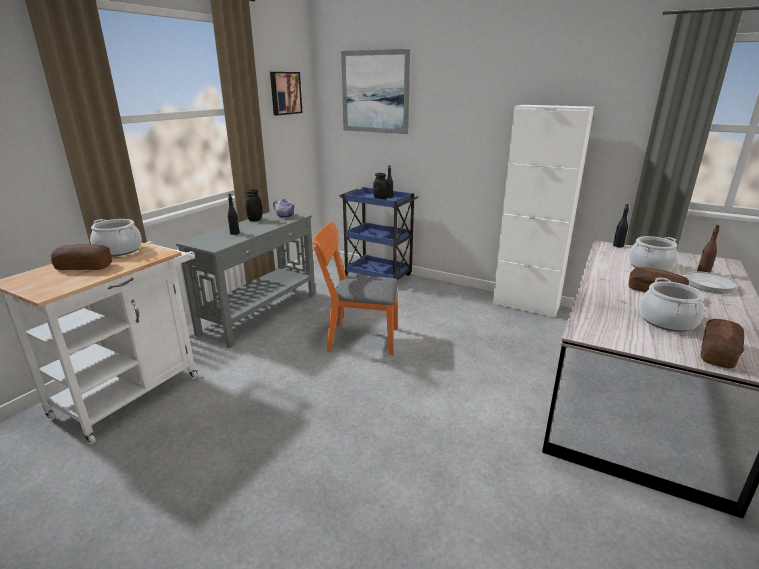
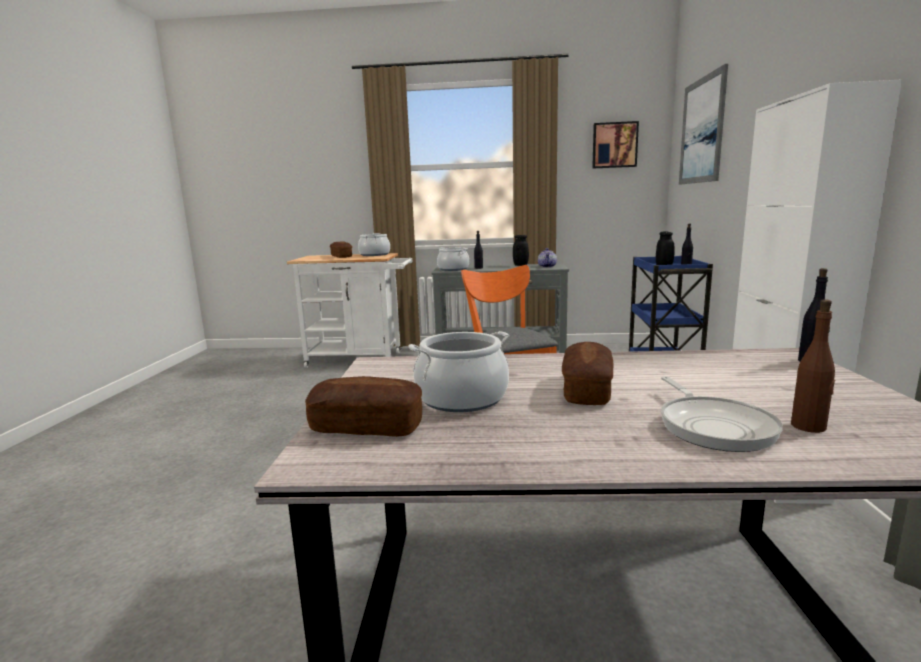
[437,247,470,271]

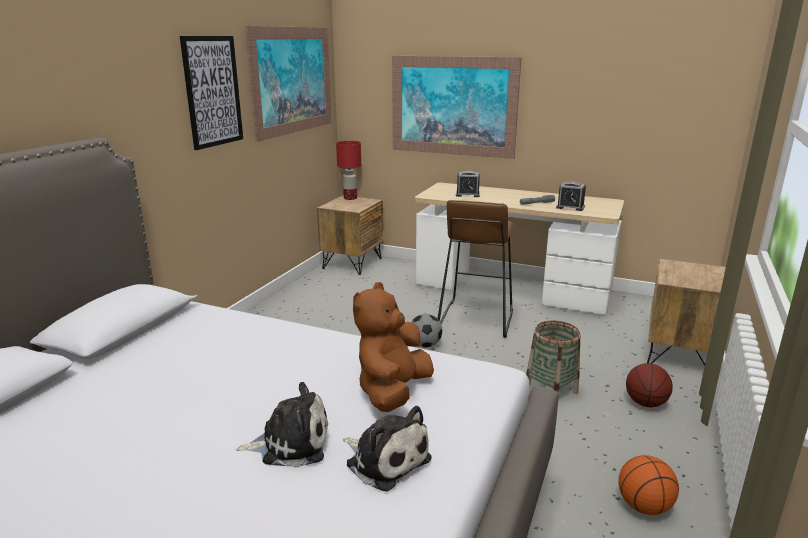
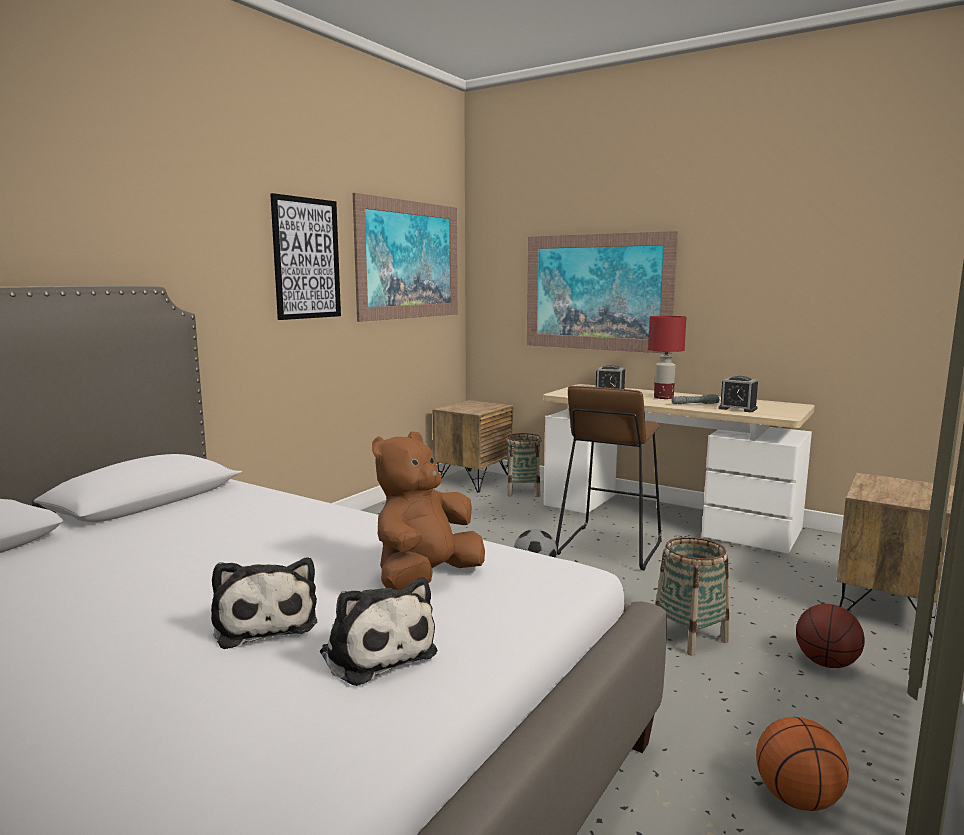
[506,433,542,497]
[648,316,686,399]
[211,558,318,649]

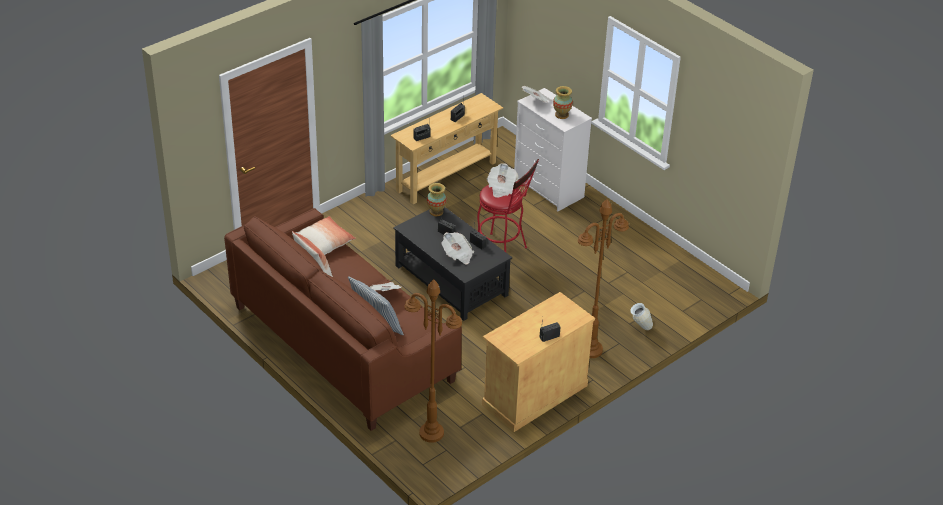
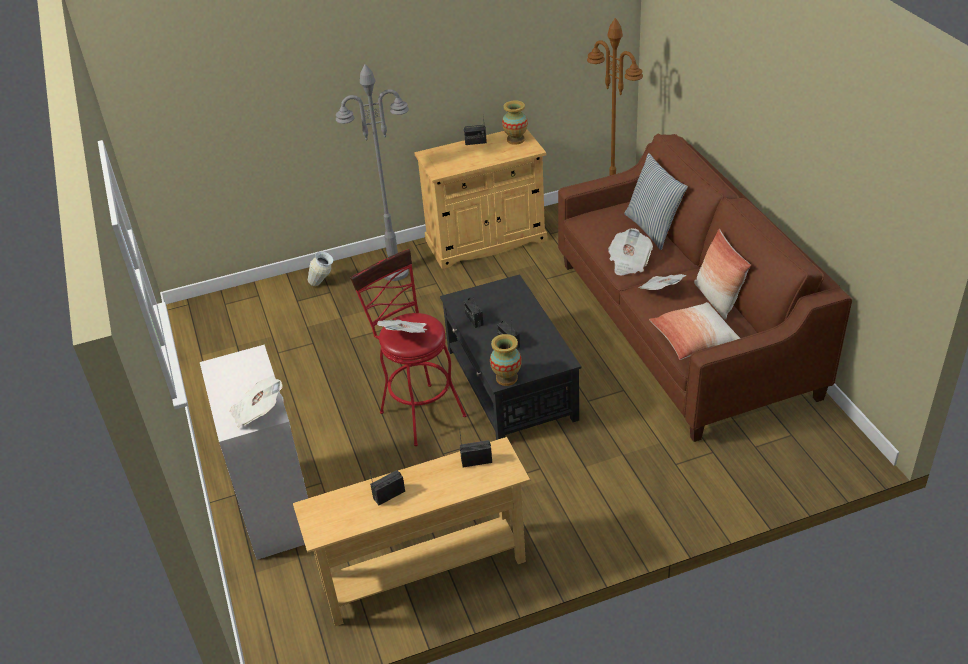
[638,274,687,290]
[502,100,528,145]
[336,64,409,281]

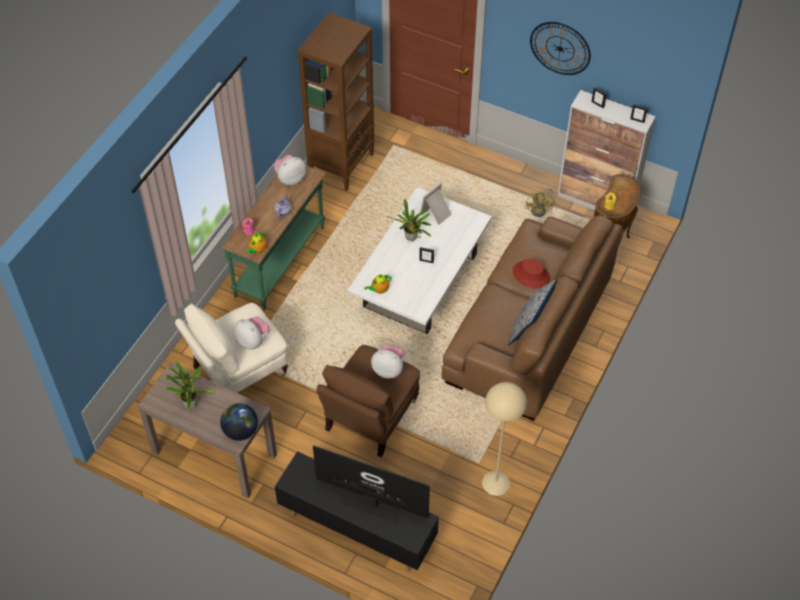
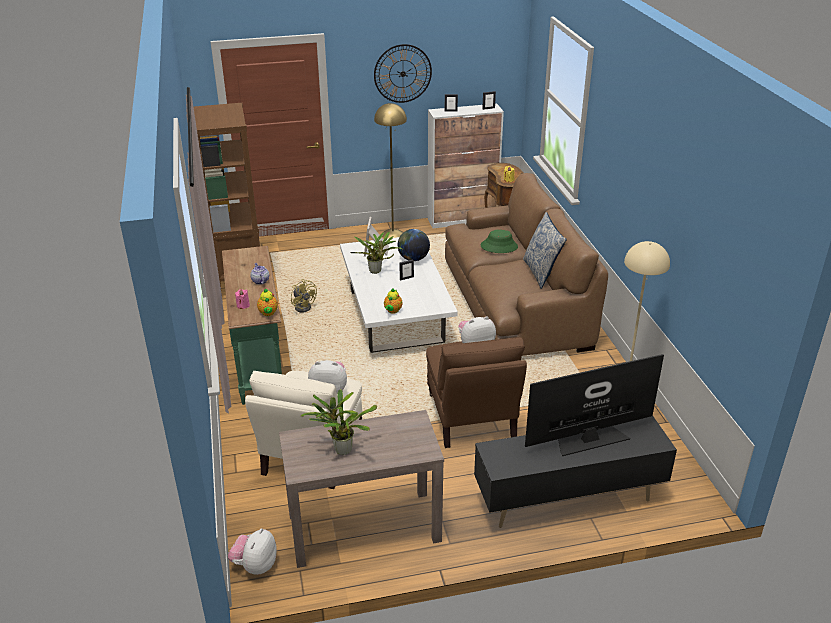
[374,103,407,239]
[398,229,430,261]
[228,528,277,575]
[291,279,317,313]
[481,229,518,253]

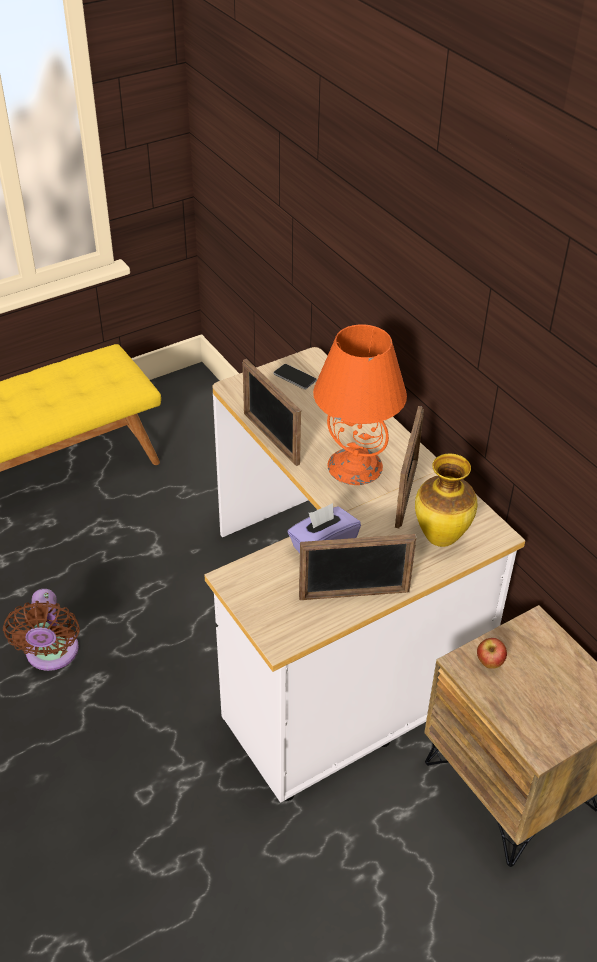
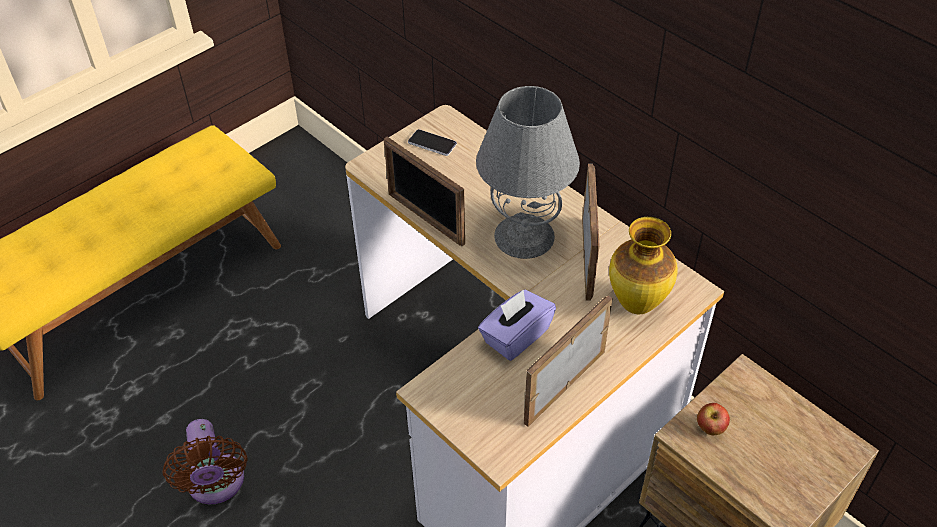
[476,86,580,259]
[524,296,613,427]

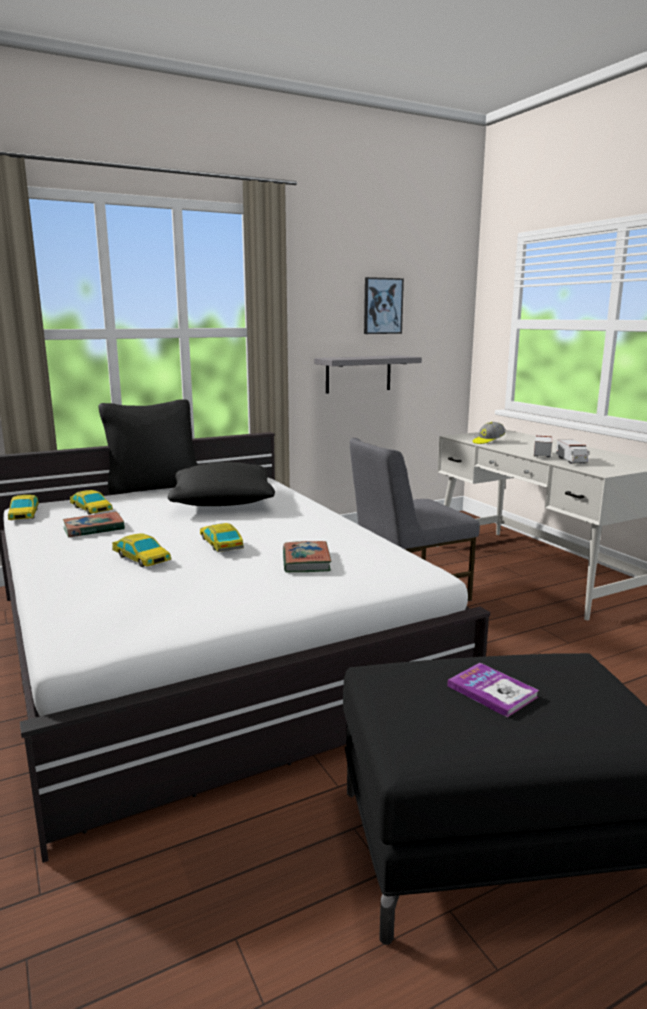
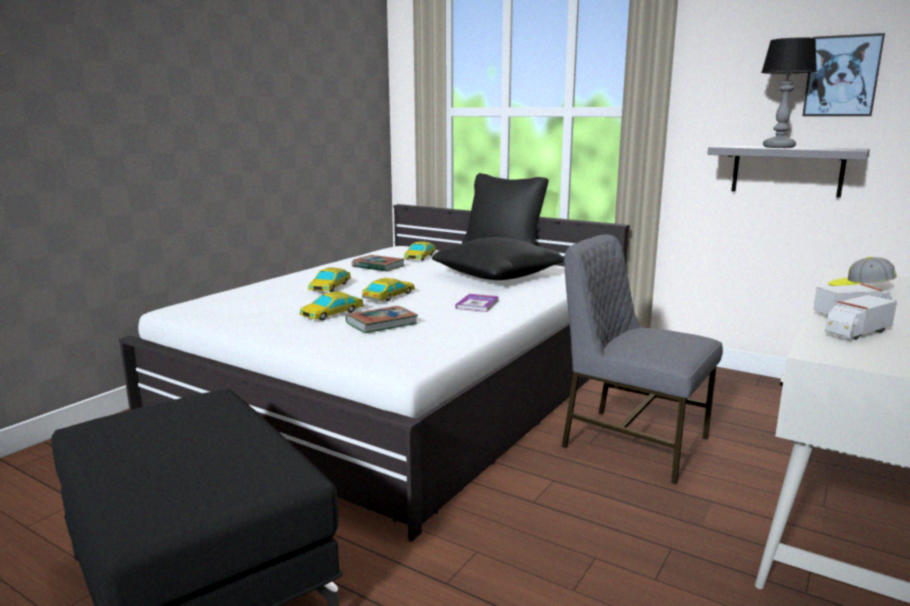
[761,37,817,148]
[300,291,364,321]
[455,294,499,312]

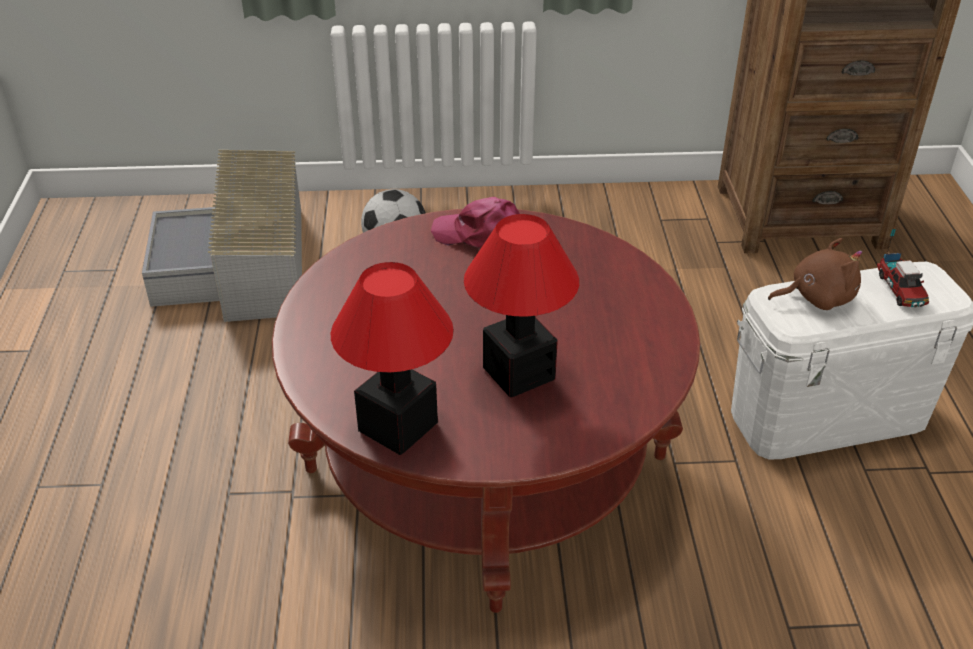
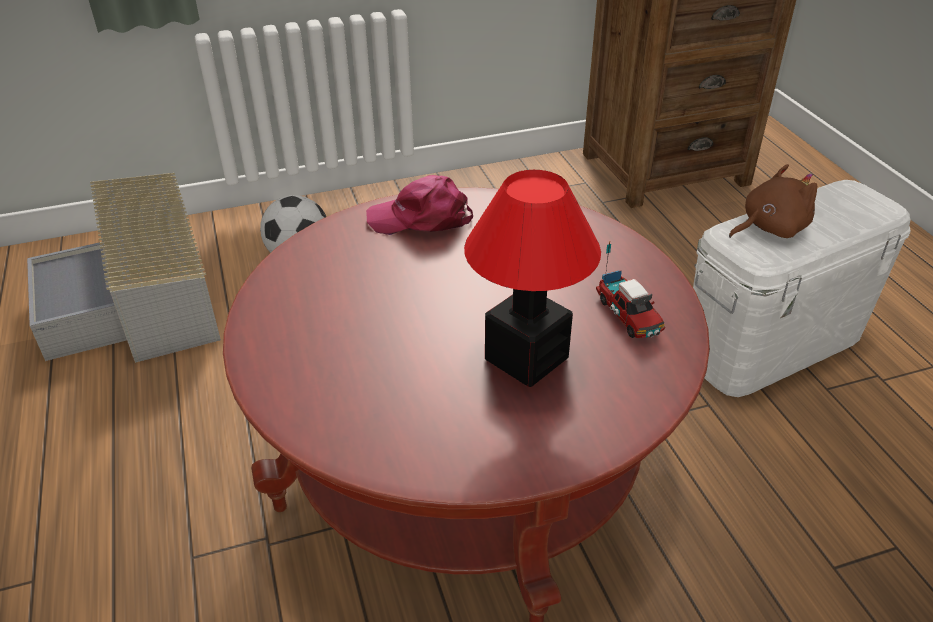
[331,262,454,455] (first image)
[596,241,665,338]

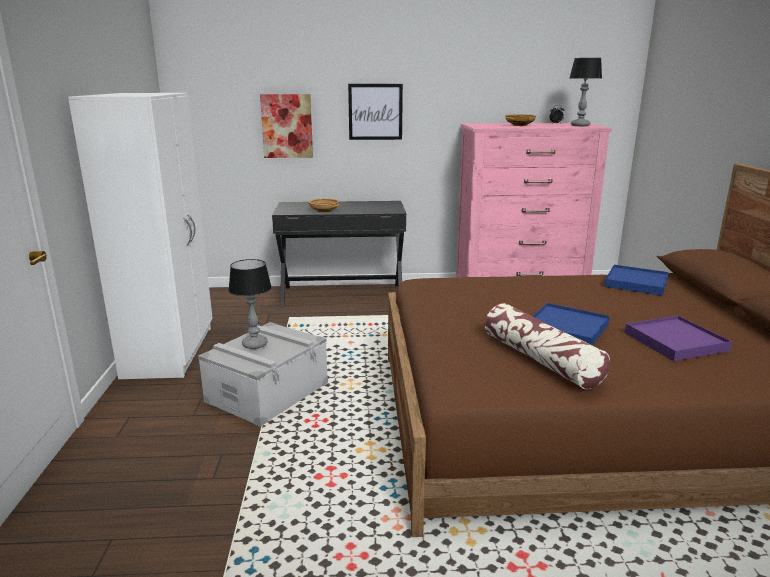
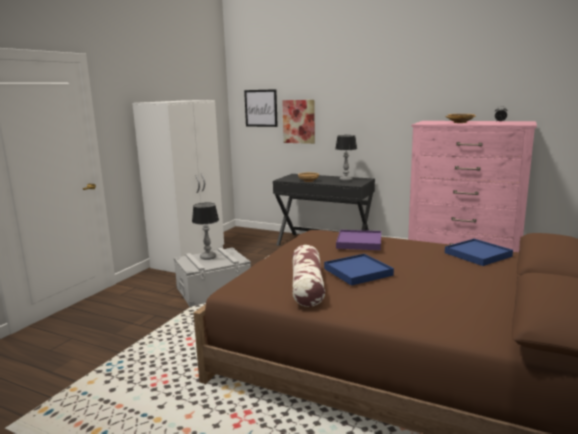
[244,89,278,127]
[335,135,357,181]
[336,230,381,250]

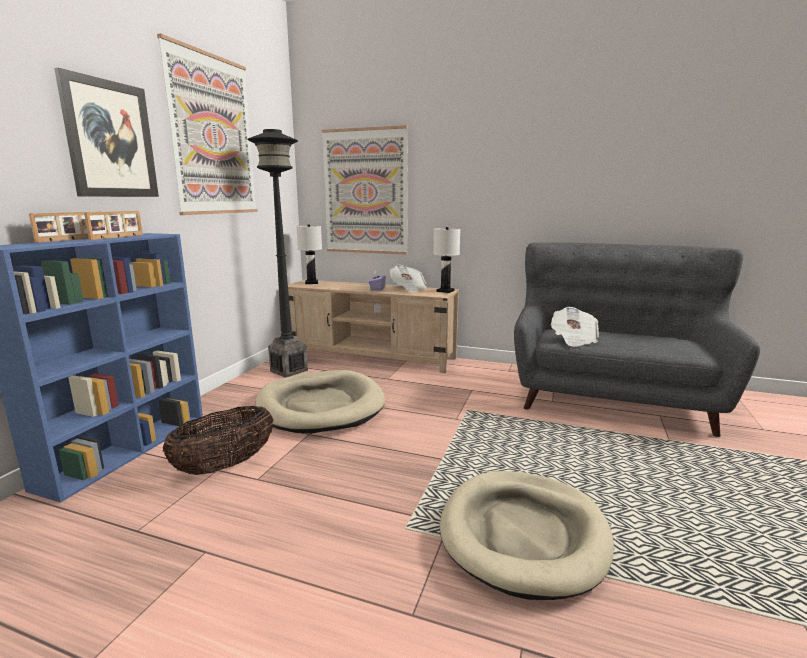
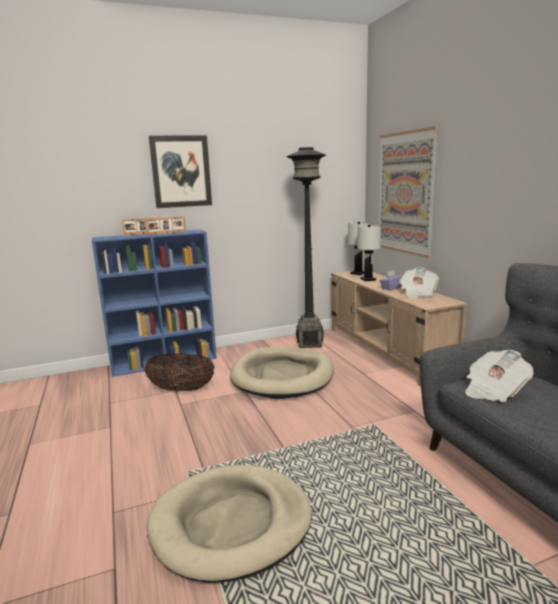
[157,33,258,215] (first image)
[357,225,381,281]

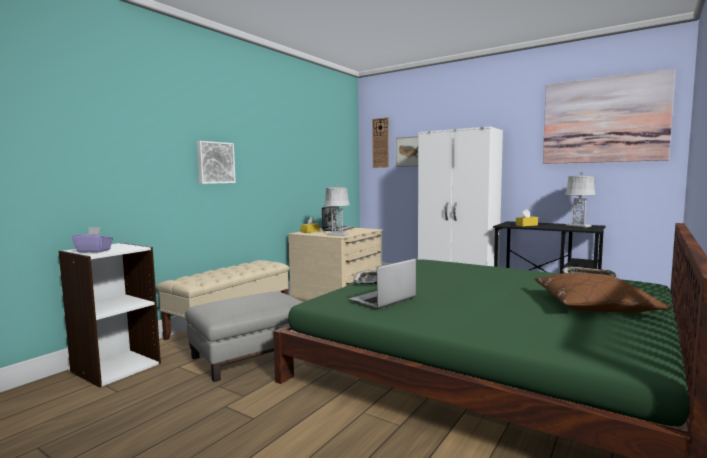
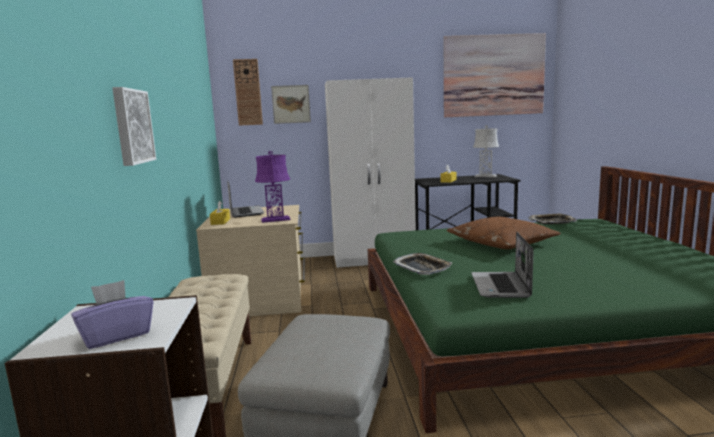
[447,217,561,249]
[255,151,290,223]

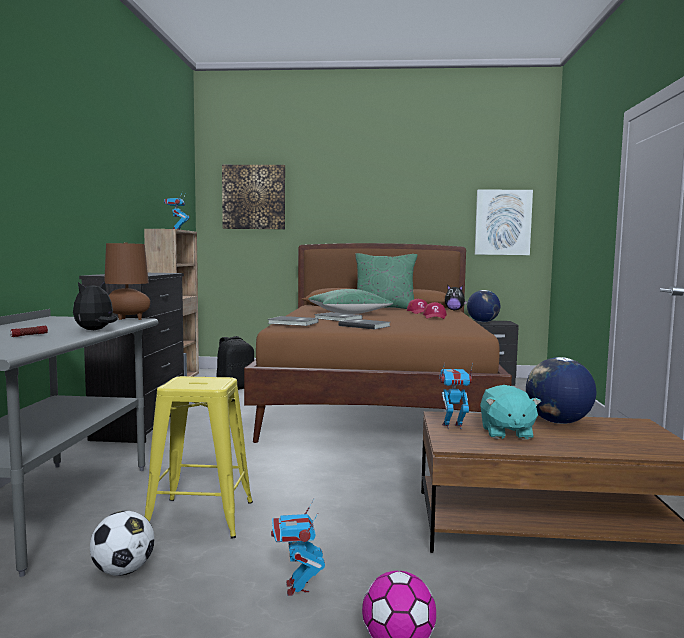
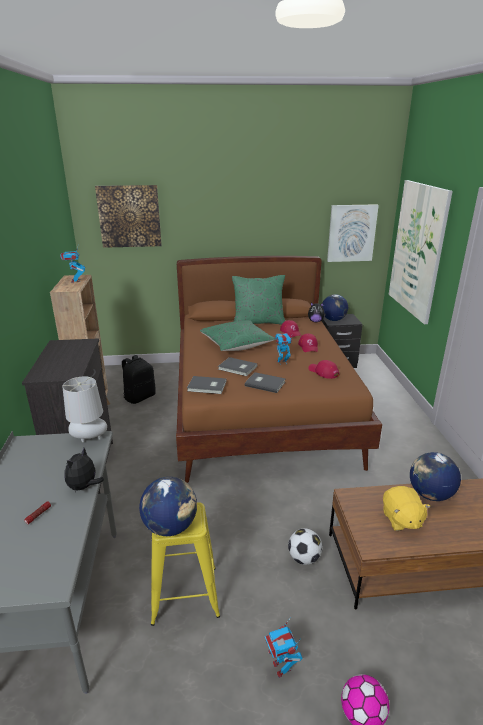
[139,477,197,536]
[308,360,340,379]
[389,180,453,324]
[288,528,323,565]
[275,333,293,365]
[63,376,107,442]
[383,486,431,531]

